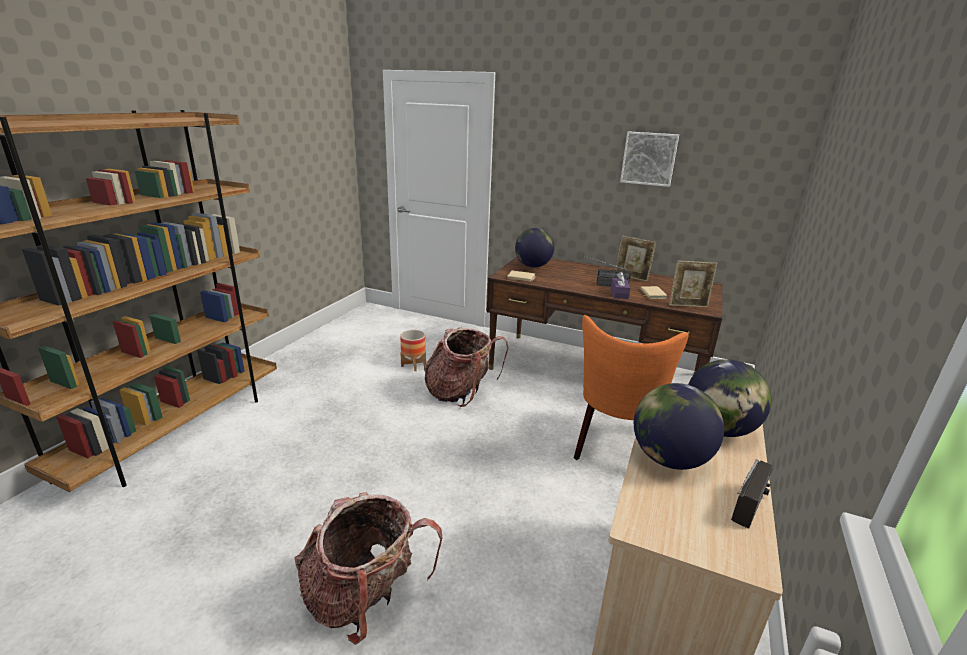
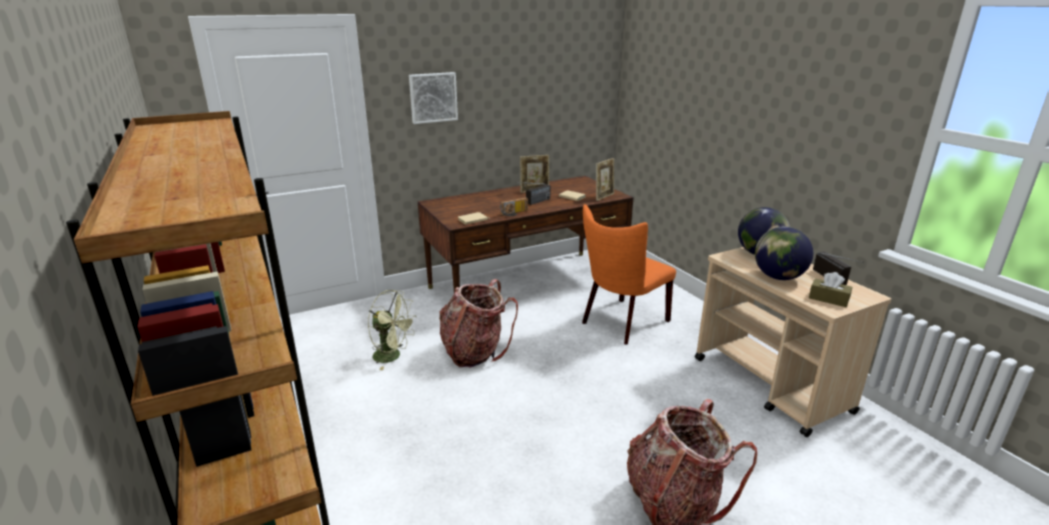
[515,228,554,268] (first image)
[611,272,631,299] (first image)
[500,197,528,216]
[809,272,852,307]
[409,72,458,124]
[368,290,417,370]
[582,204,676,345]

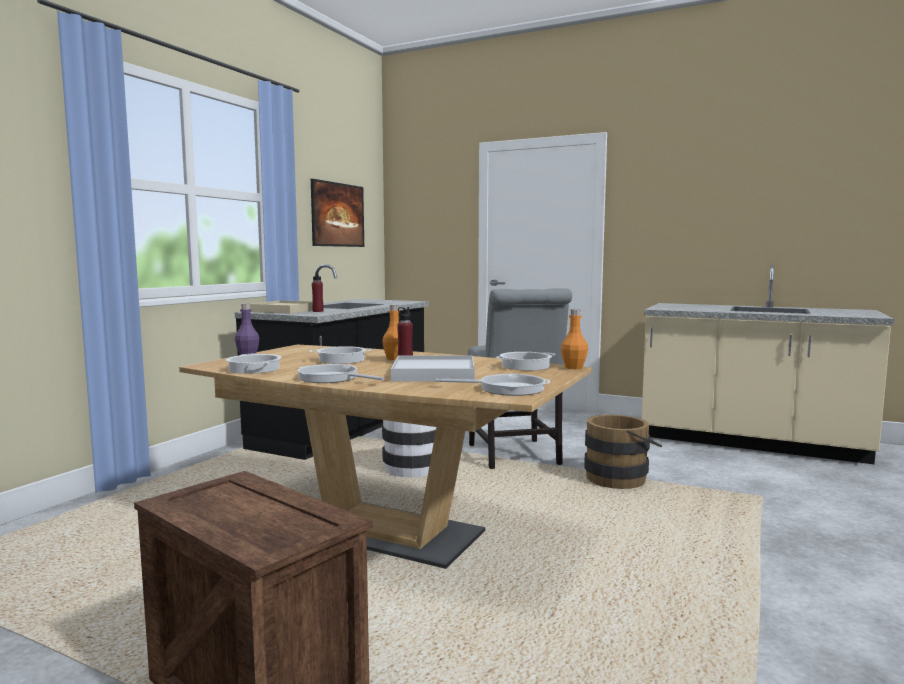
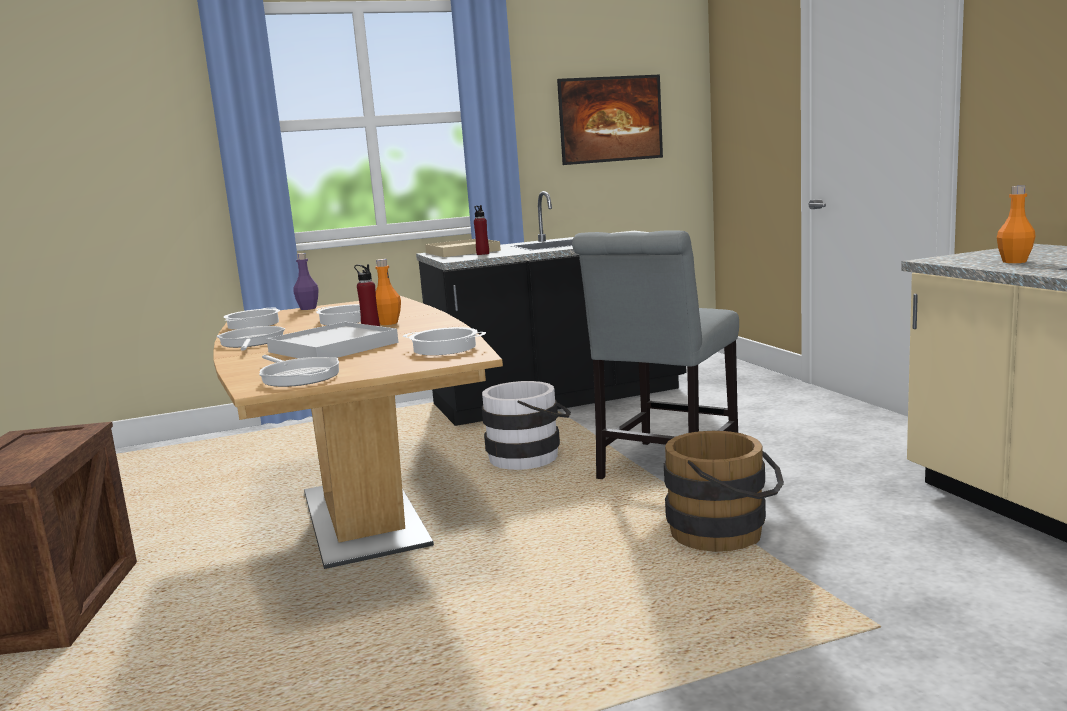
[997,186,1036,263]

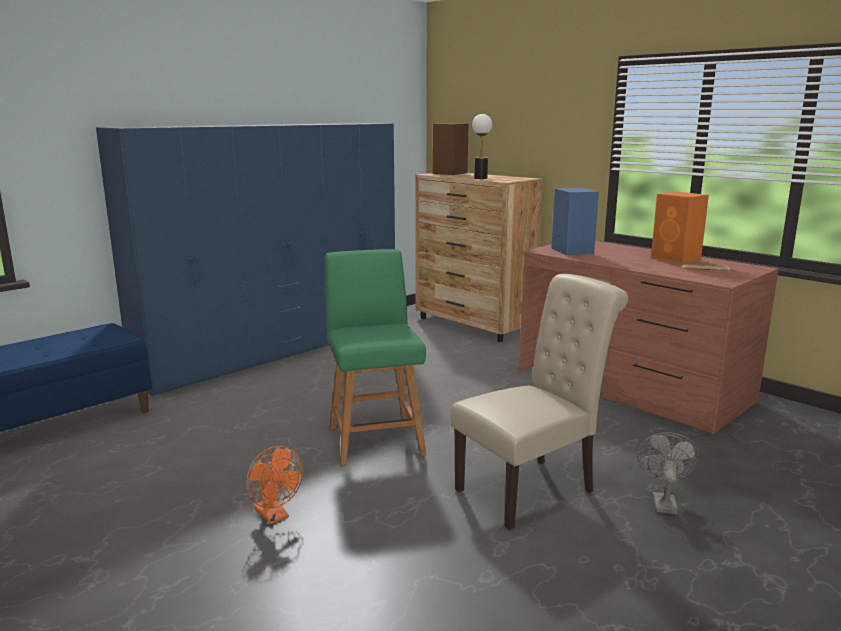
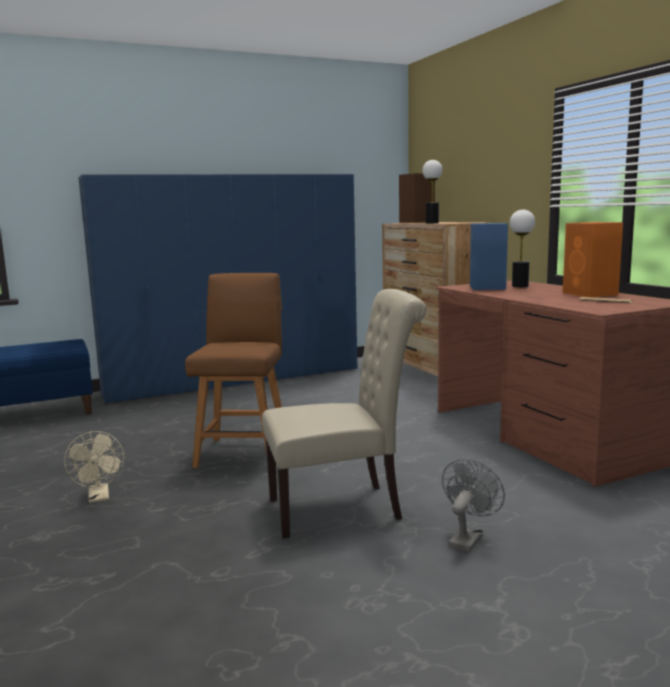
[510,210,535,287]
[64,431,124,503]
[185,273,282,468]

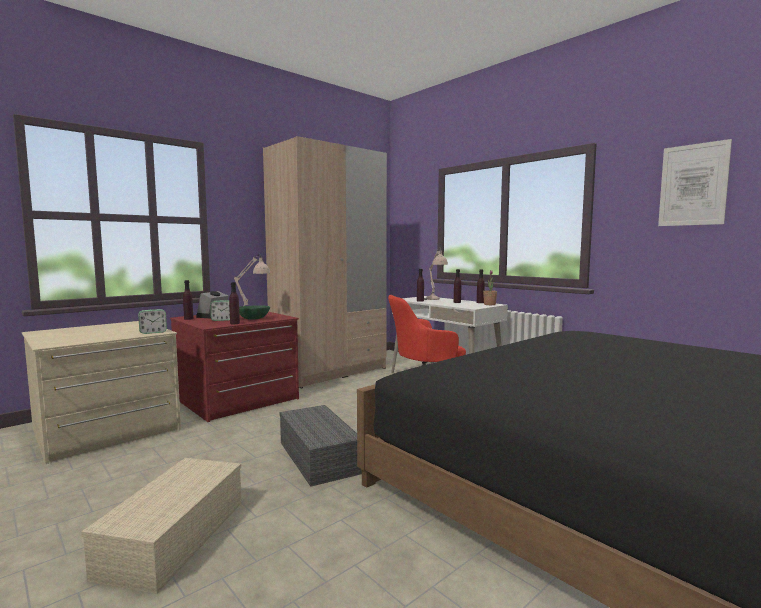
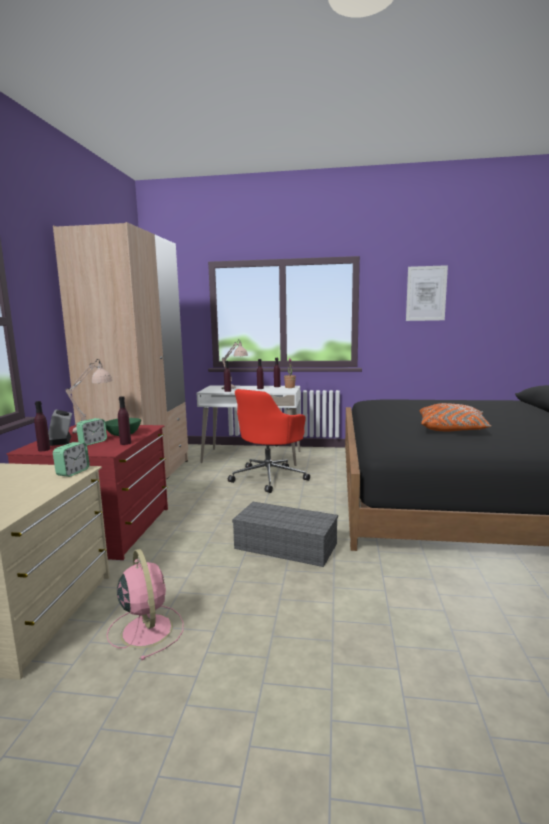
[81,458,241,594] (first image)
[107,549,184,660]
[420,403,491,431]

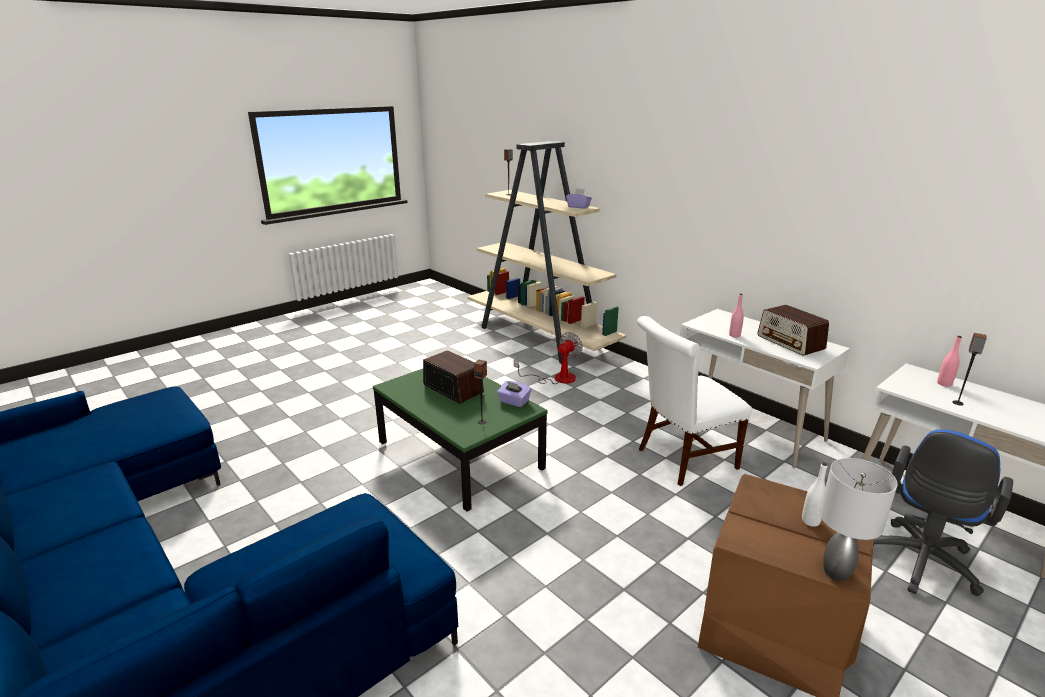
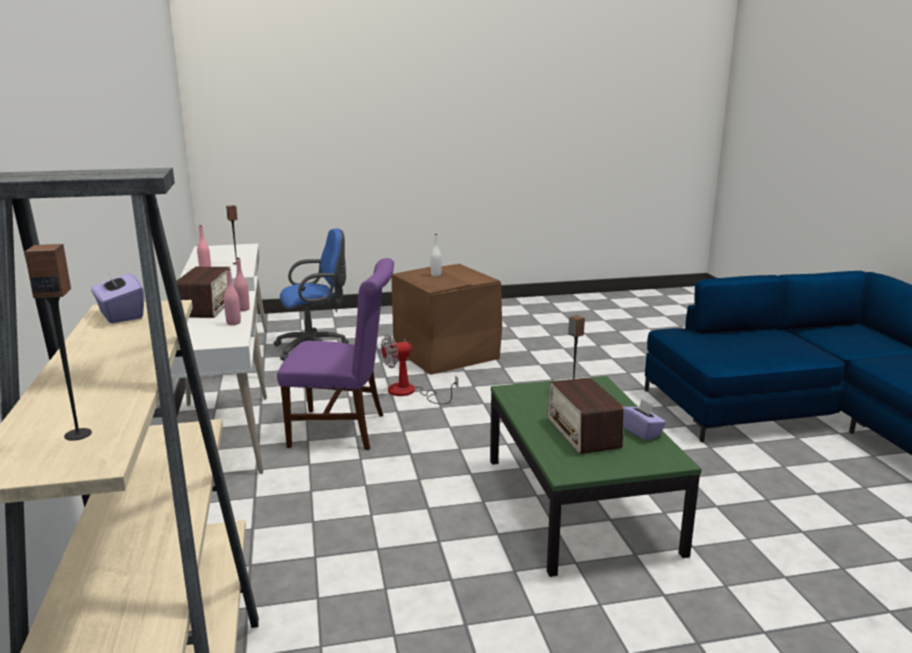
[820,458,898,581] (first image)
[234,258,250,311]
[623,399,666,441]
[381,334,458,404]
[277,258,394,450]

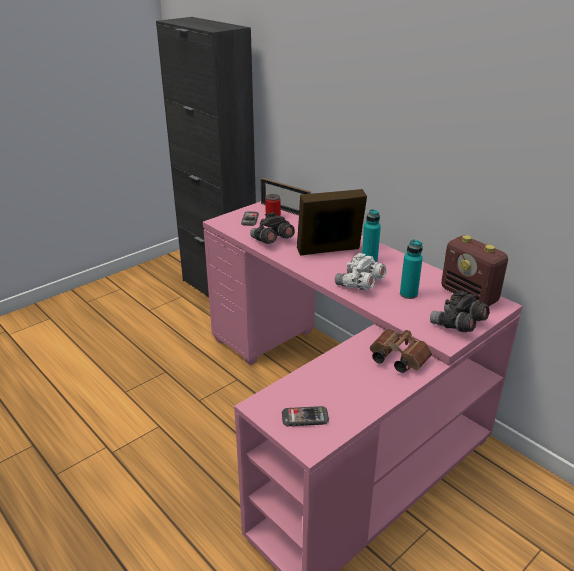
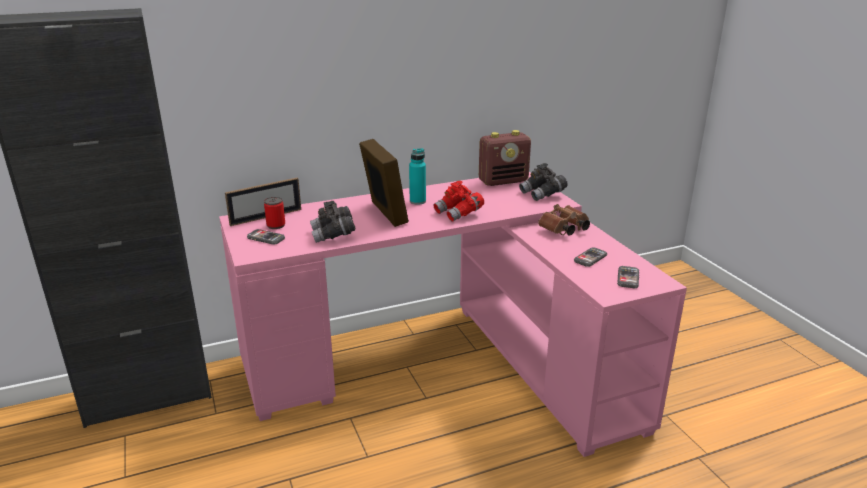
[400,239,423,299] (first image)
[574,248,607,267]
[433,181,484,222]
[359,139,409,227]

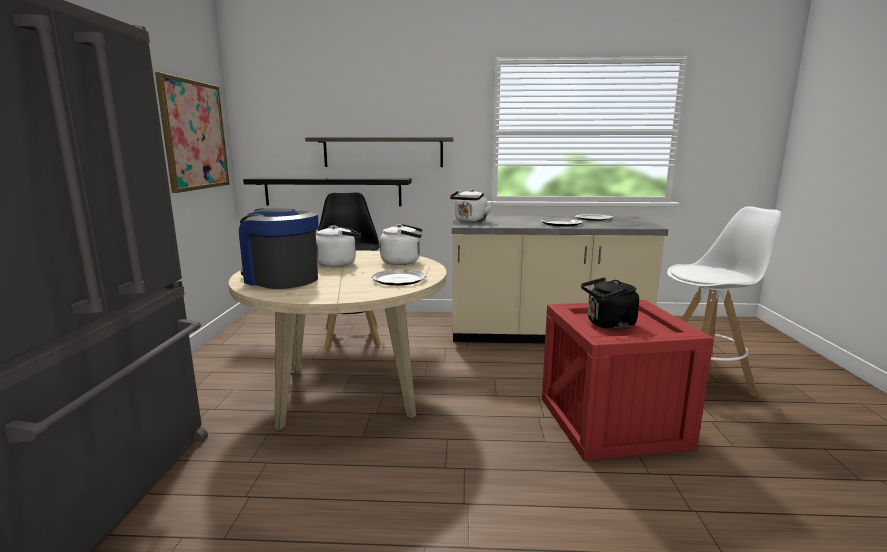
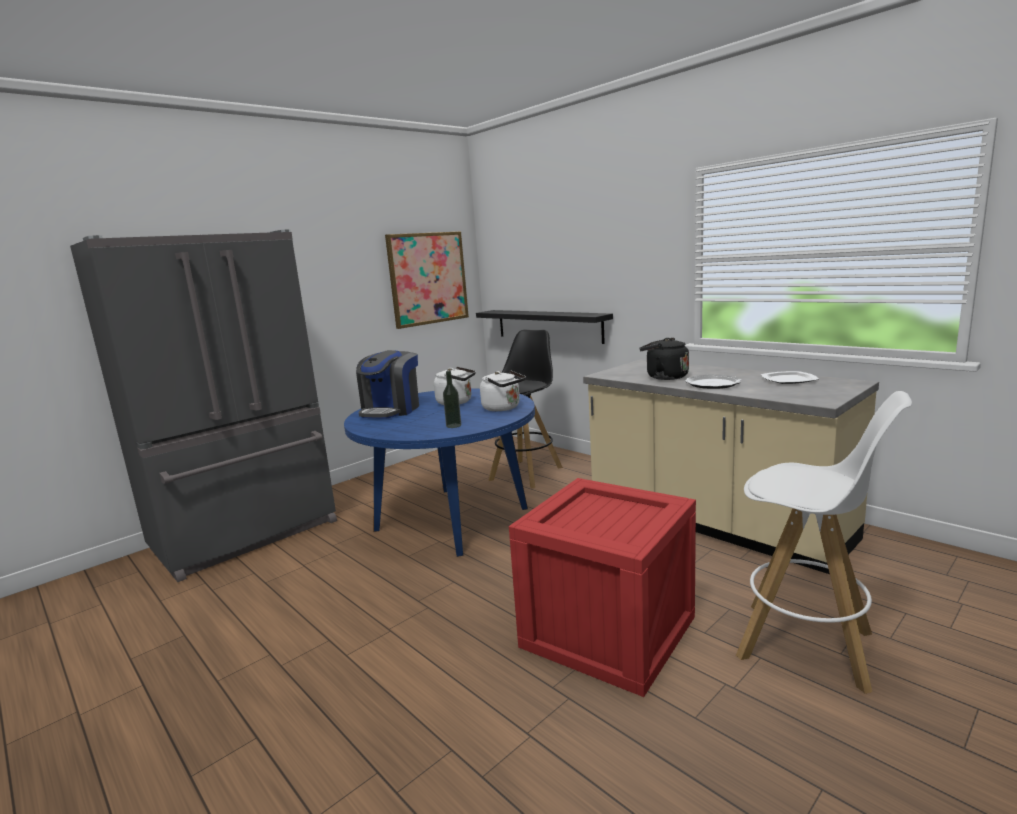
[305,137,454,167] (first image)
[450,189,493,222] (first image)
[640,337,689,380]
[443,371,461,428]
[344,389,535,557]
[356,350,419,419]

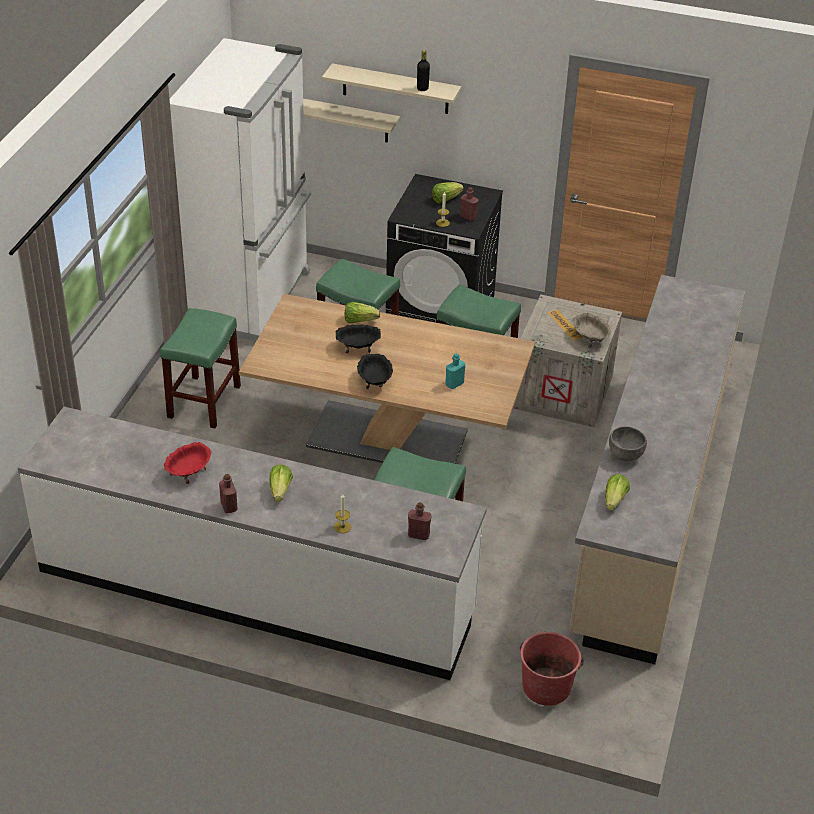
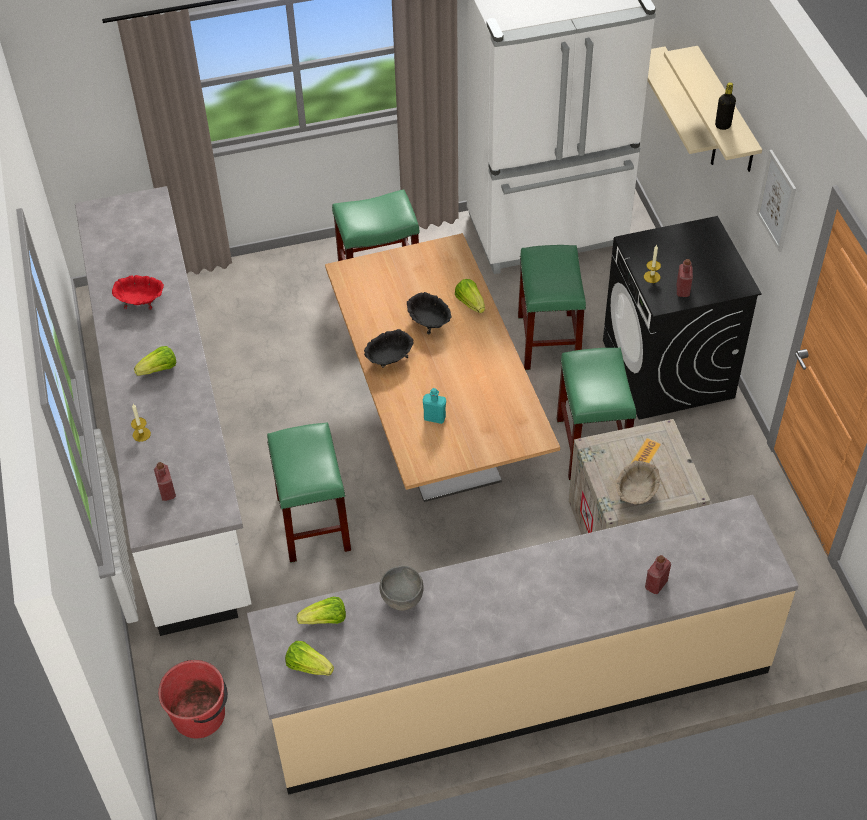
[756,150,796,252]
[645,555,671,594]
[285,641,334,675]

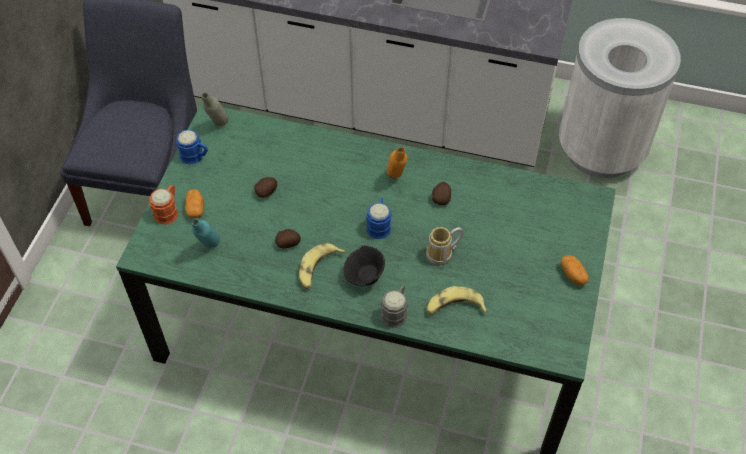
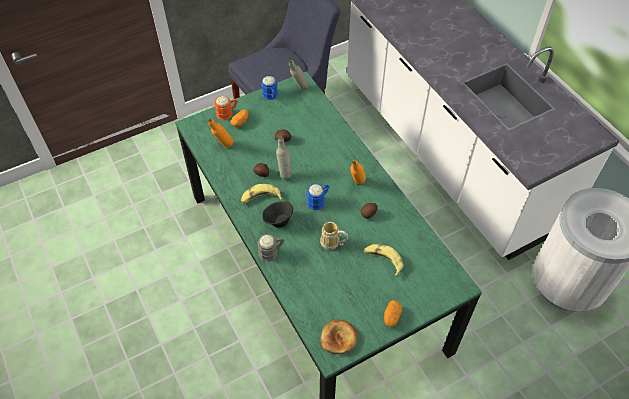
[276,137,292,179]
[321,319,358,354]
[364,244,403,277]
[208,119,233,148]

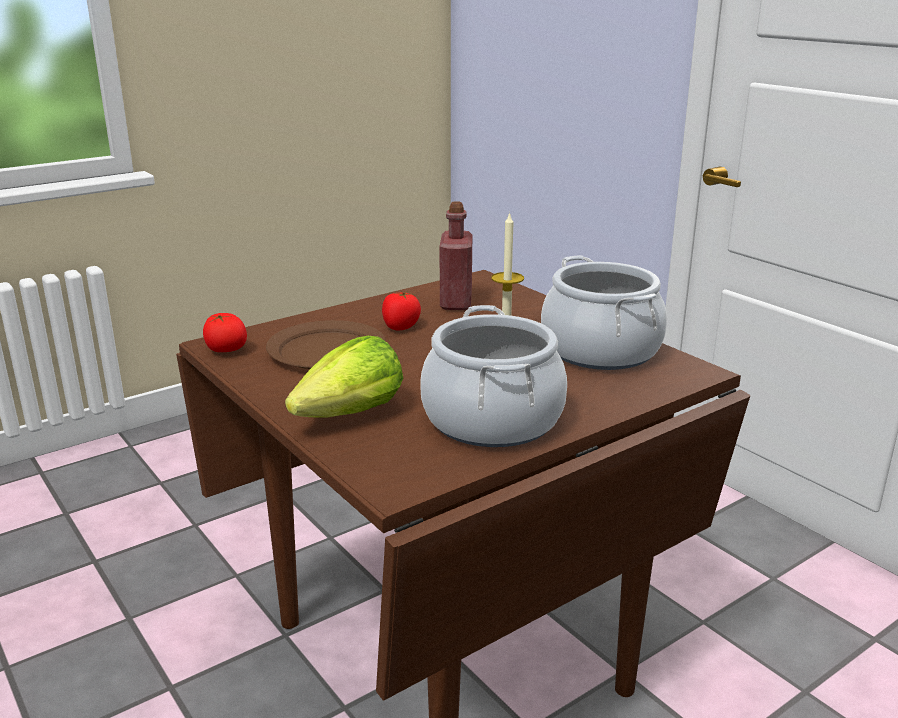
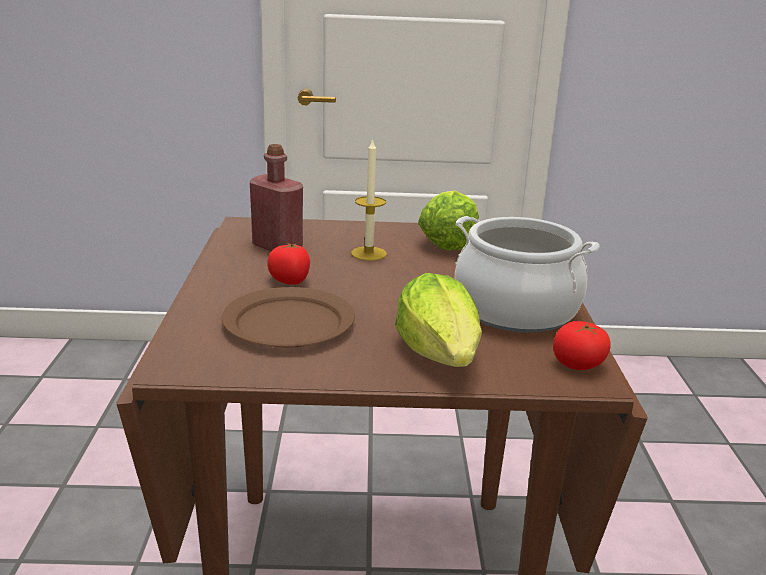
[553,321,611,370]
[418,191,479,251]

